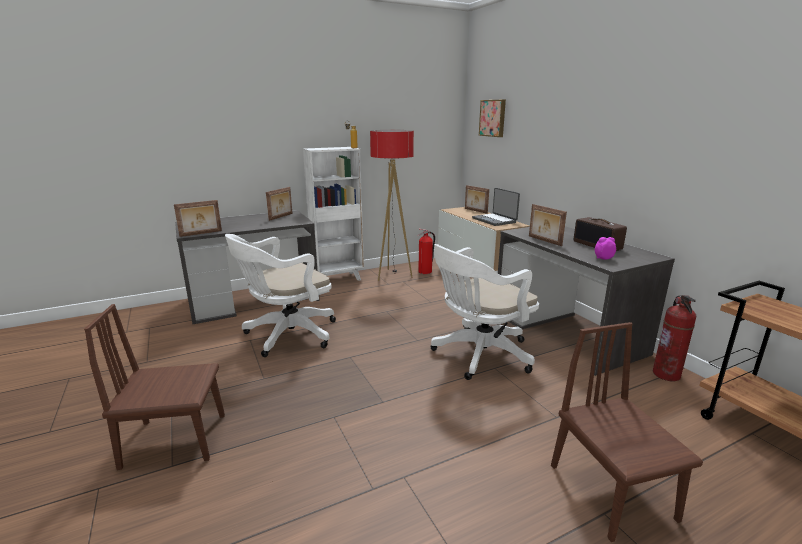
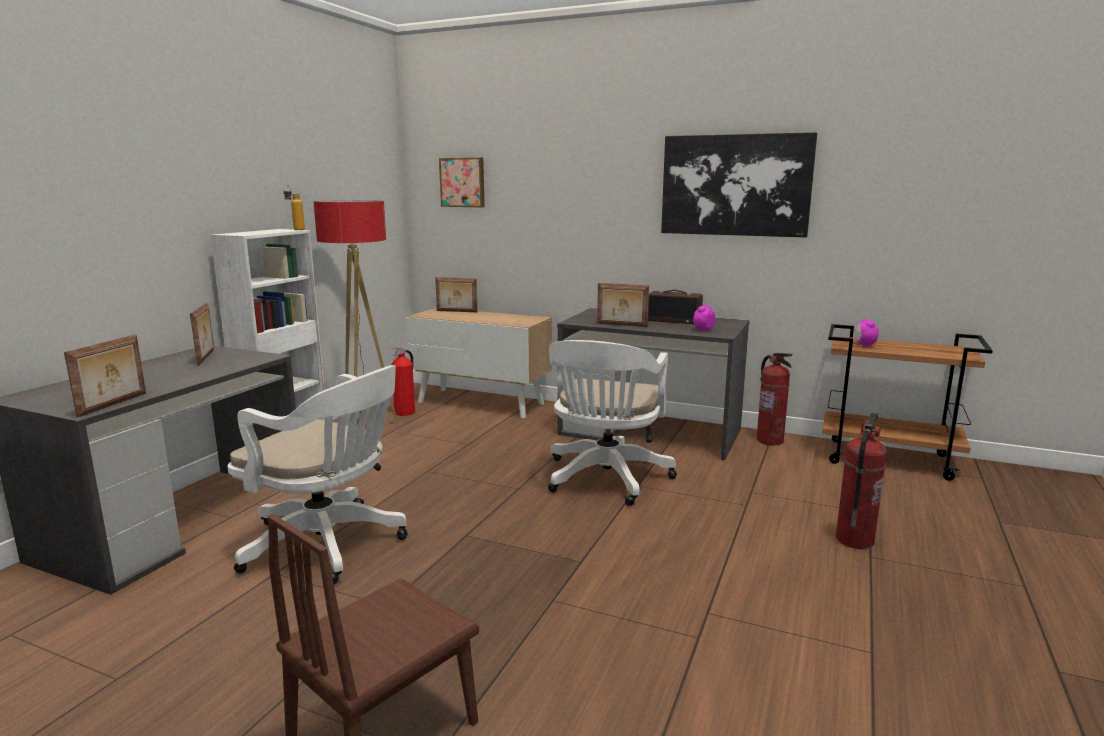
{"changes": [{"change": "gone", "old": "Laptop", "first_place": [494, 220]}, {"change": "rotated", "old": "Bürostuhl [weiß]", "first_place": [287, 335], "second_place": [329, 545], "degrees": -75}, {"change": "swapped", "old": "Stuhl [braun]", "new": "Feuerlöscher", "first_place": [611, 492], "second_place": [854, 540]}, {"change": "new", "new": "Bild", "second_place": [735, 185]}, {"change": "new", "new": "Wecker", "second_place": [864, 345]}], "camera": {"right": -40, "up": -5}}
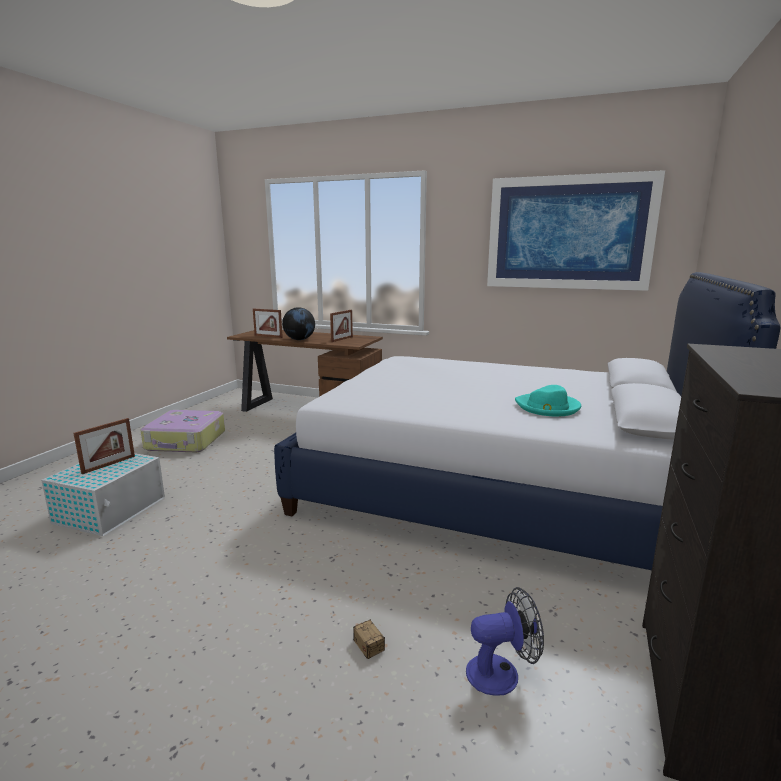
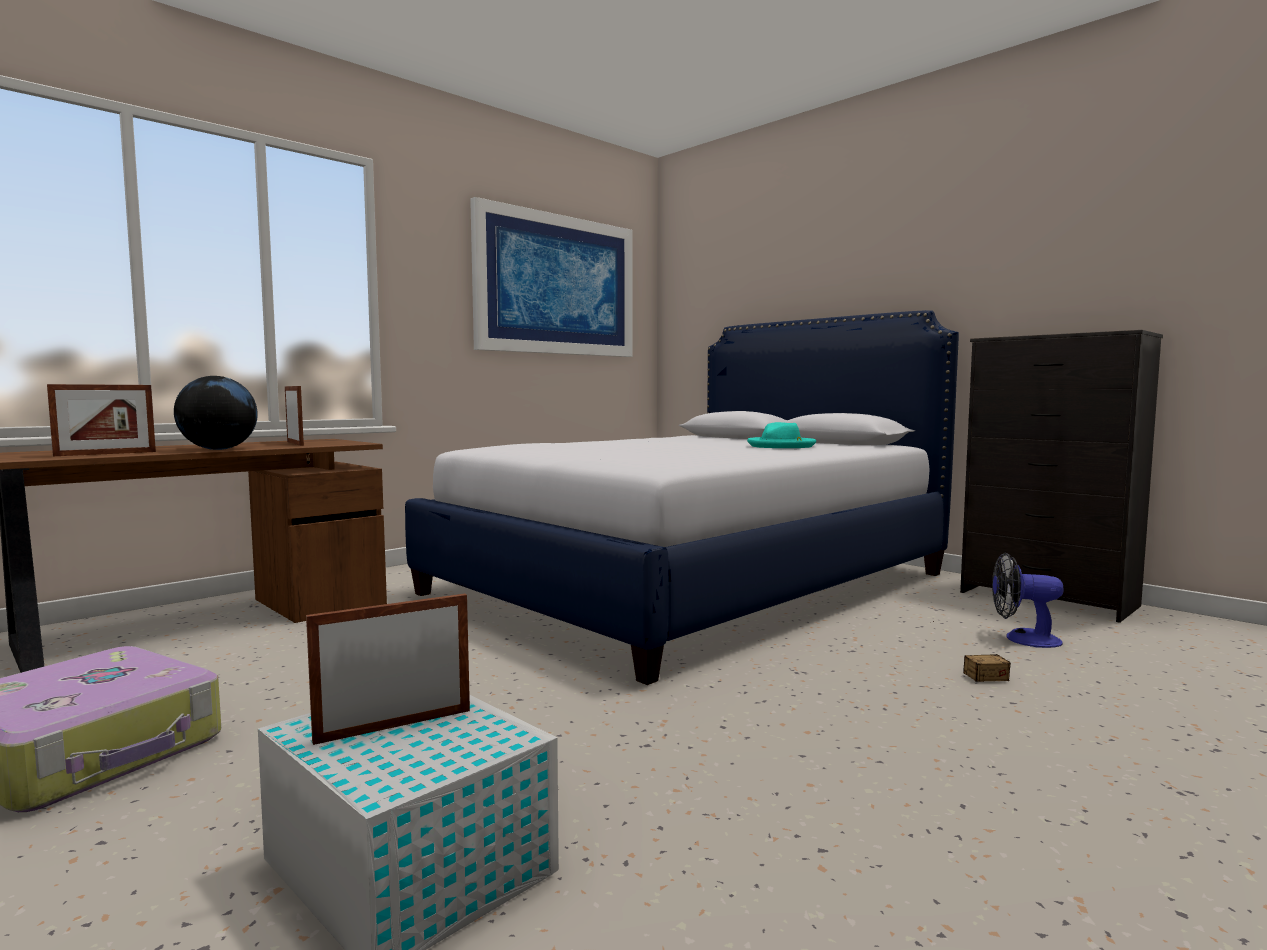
{"changes": [{"change": "rotated", "old": "Bilderrahmen", "first_place": [109, 464], "second_place": [394, 725], "degrees": -90}, {"change": "rotated", "old": "Ventilator", "first_place": [501, 672], "second_place": [1023, 639], "degrees": -90}], "camera": {"right": -65, "up": -10}}
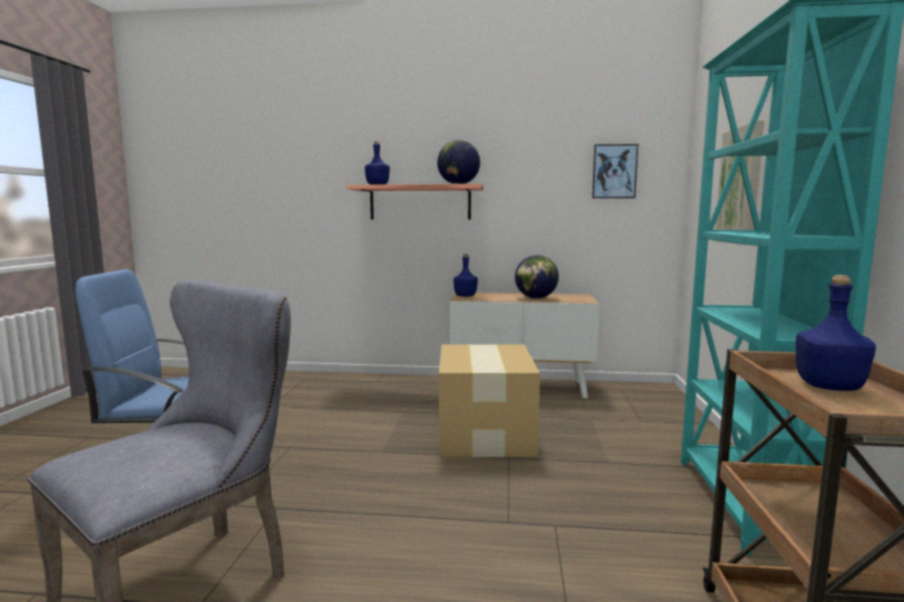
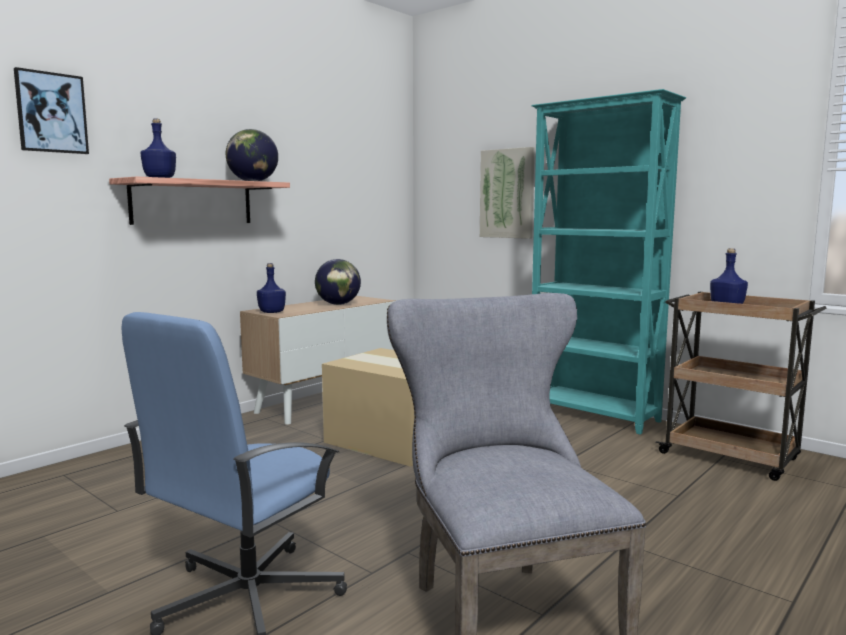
{"changes": [{"change": "shifted", "old": "Bild", "first_place": [614, 171], "second_place": [51, 113]}], "camera": {"right": -55, "up": 0}}
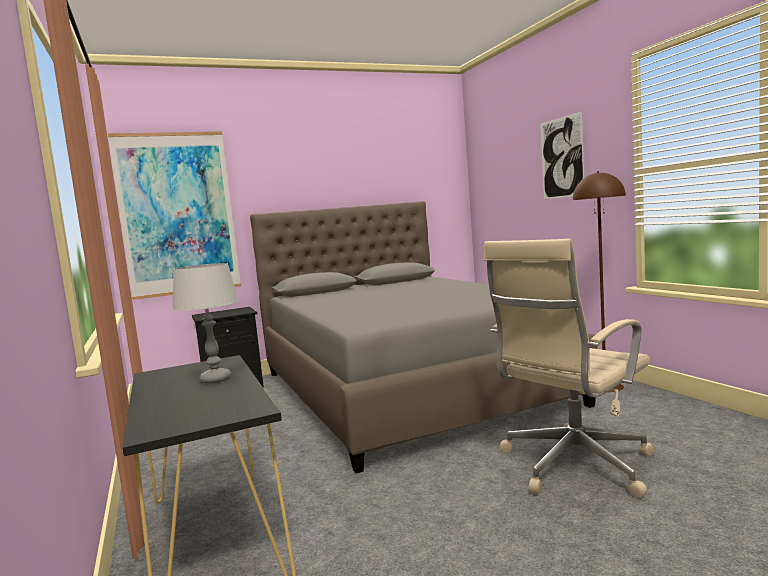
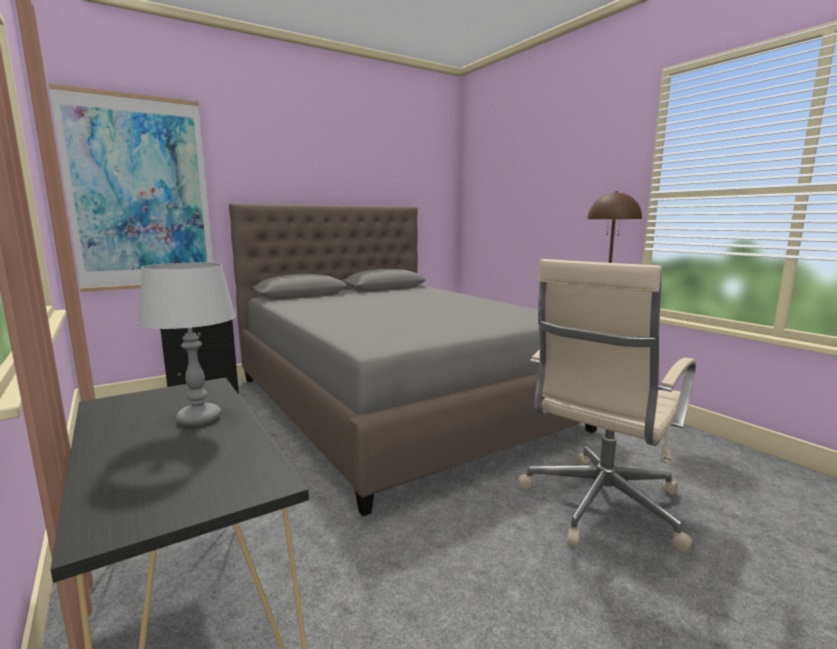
{"changes": [{"change": "gone", "old": "Bild", "first_place": [562, 157]}], "camera": {"right": -10, "up": 5}}
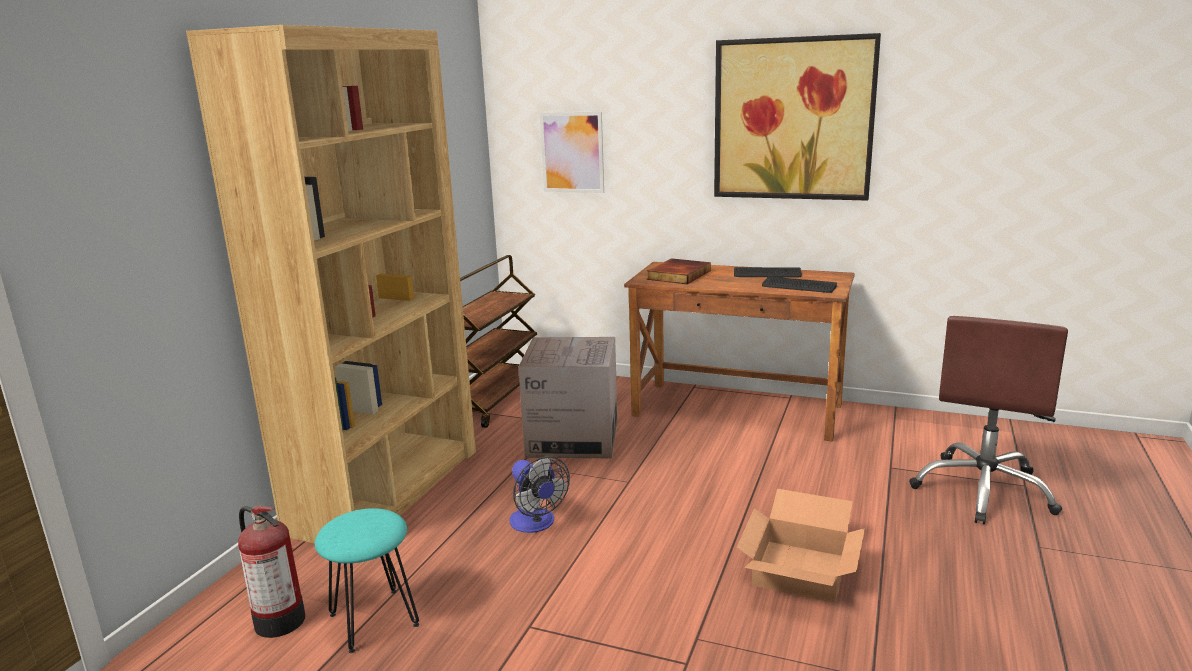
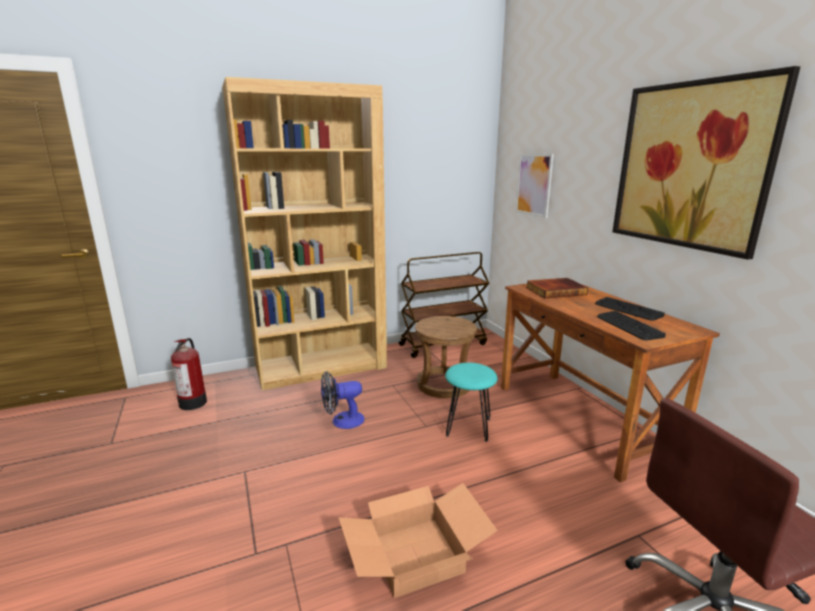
{"changes": [{"change": "swapped", "old": "Karton", "new": "Hocker [braun]", "first_place": [573, 438], "second_place": [444, 384]}, {"change": "rotated", "old": "Ventilator", "first_place": [536, 524], "second_place": [342, 421], "degrees": 60}, {"change": "shifted", "old": "Hocker [türkis]", "first_place": [373, 620], "second_place": [468, 427]}], "camera": {"right": 45, "up": 0}}
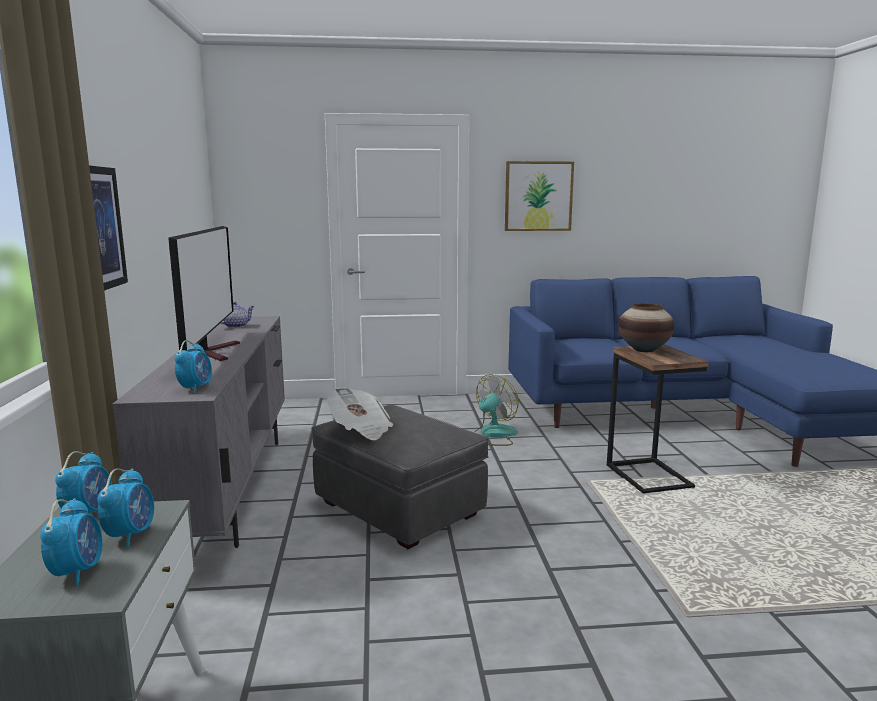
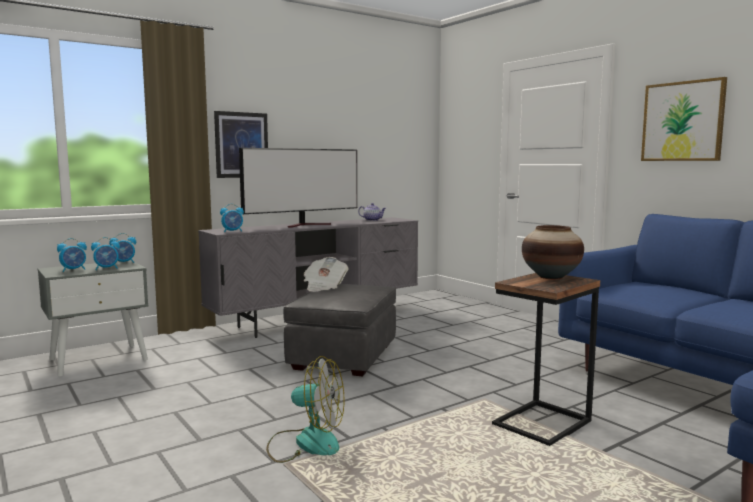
{"changes": [{"change": "shifted", "old": "Ventilator", "first_place": [493, 435], "second_place": [306, 443]}], "camera": {"right": 60, "up": -5}}
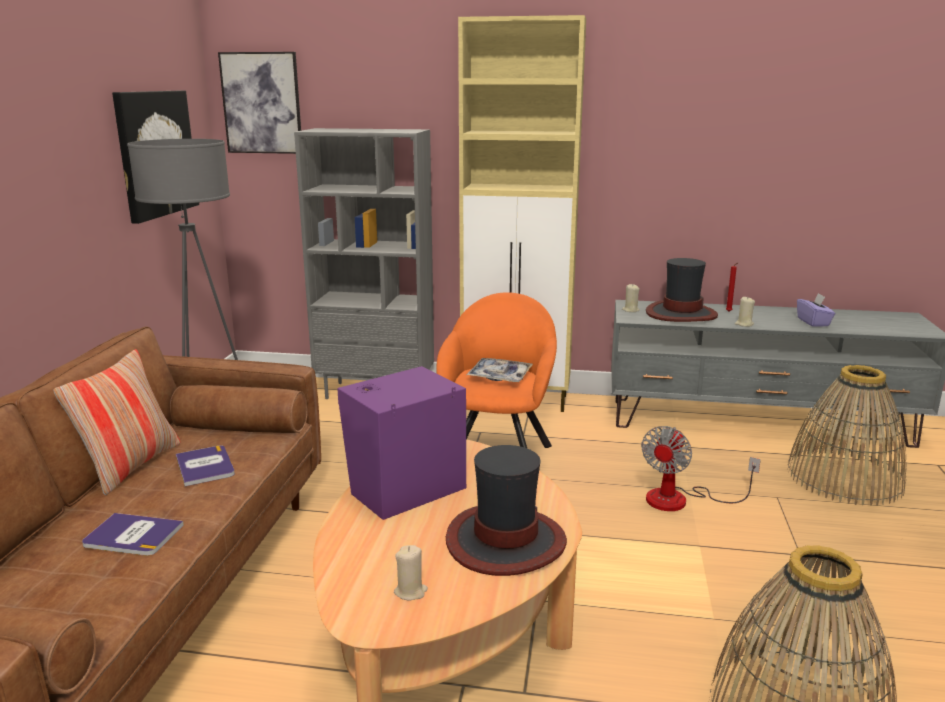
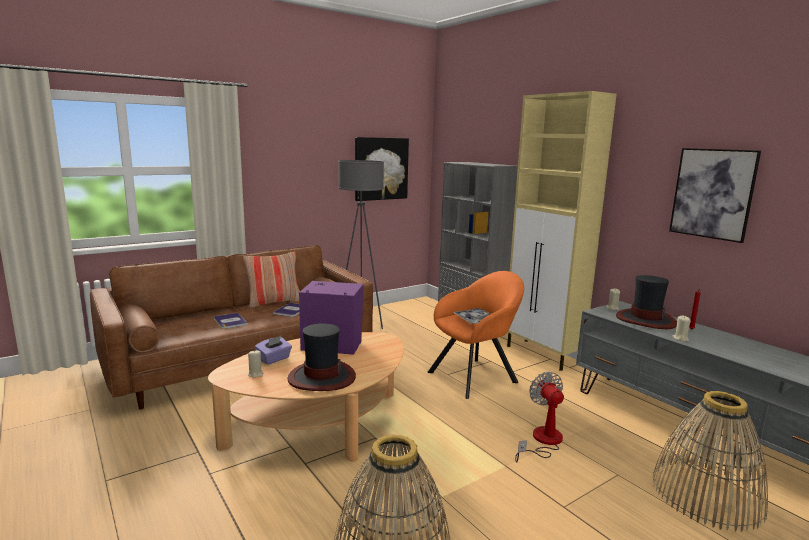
{"changes": [{"change": "shifted", "old": "Bild", "first_place": [262, 103], "second_place": [712, 193]}, {"change": "shifted", "old": "Taschentuchbox [lila]", "first_place": [813, 322], "second_place": [274, 359]}, {"change": "rotated", "old": "Ventilator", "first_place": [680, 500], "second_place": [542, 441], "degrees": 90}], "camera": {"right": 45, "up": -5}}
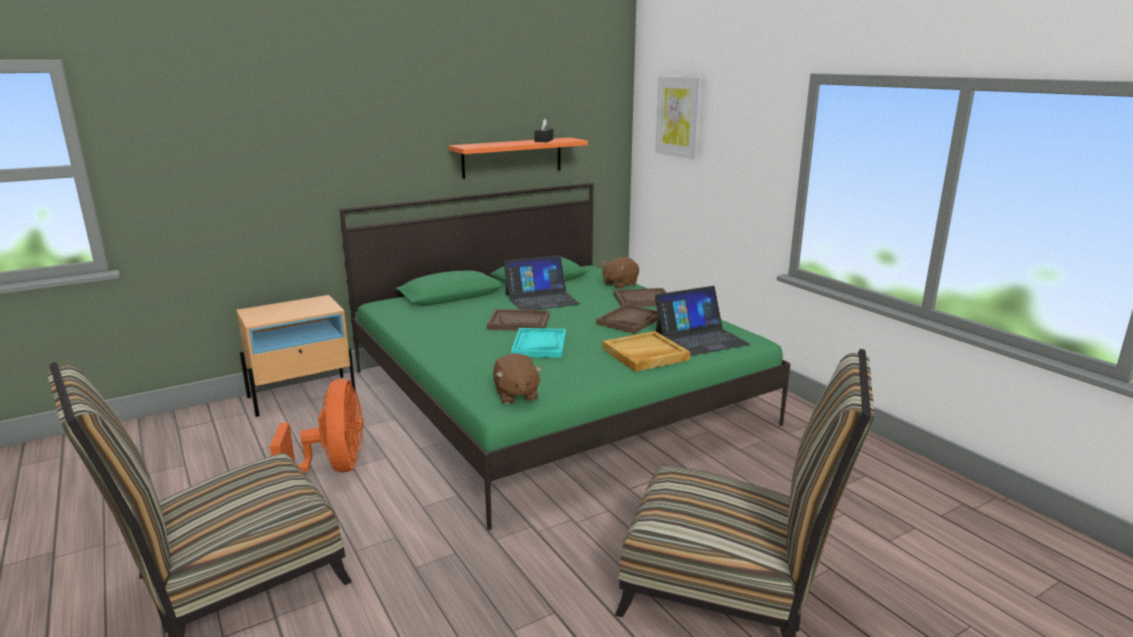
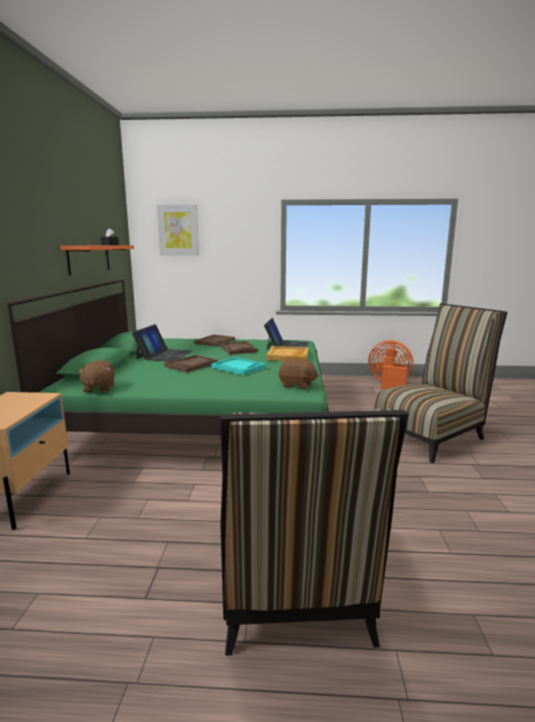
{"changes": [{"change": "shifted", "old": "Plüschtier [braun]", "first_place": [619, 284], "second_place": [98, 388]}, {"change": "shifted", "old": "Ventilator [orange]", "first_place": [334, 468], "second_place": [389, 384]}], "camera": {"right": -55, "up": -5}}
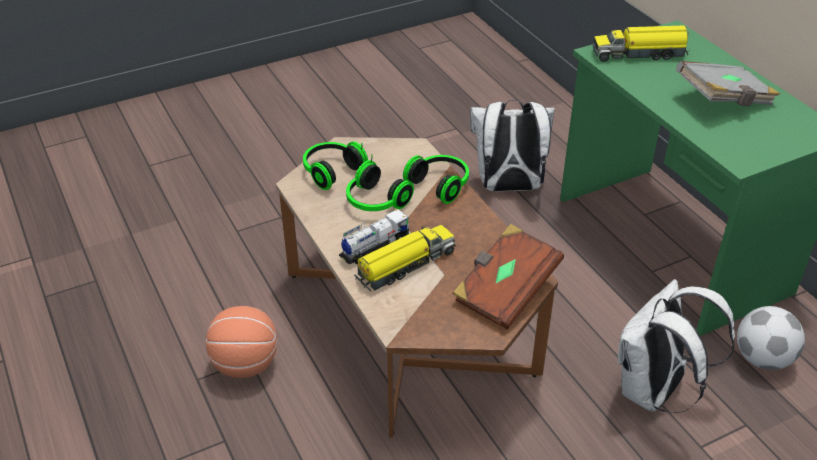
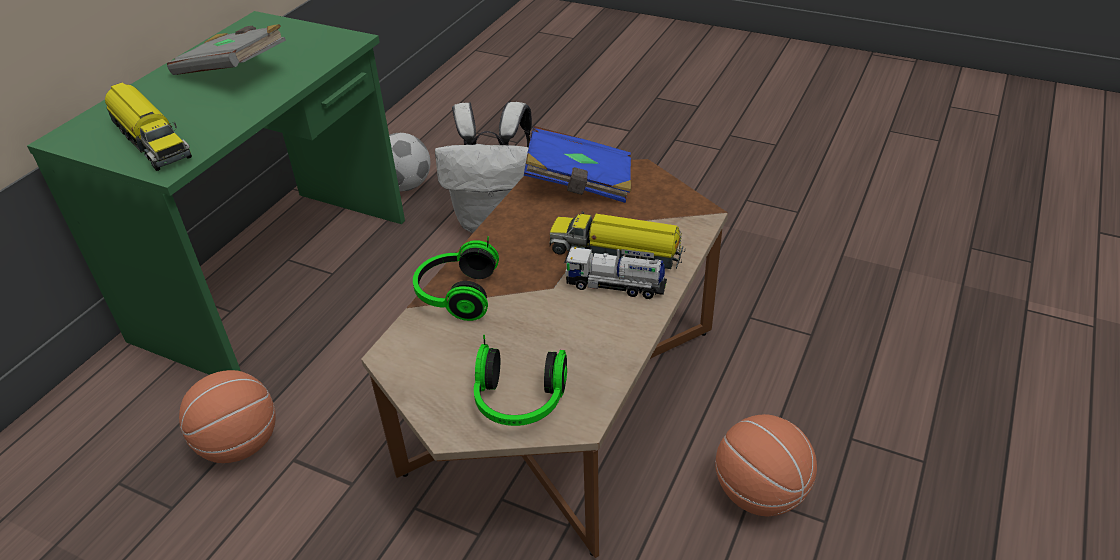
{"changes": [{"change": "swapped", "old": "Rucksack [weiß]", "new": "Basketball", "first_place": [508, 187], "second_place": [240, 444]}, {"change": "gone", "old": "Kopfhörer", "first_place": [375, 202]}, {"change": "repainted", "old": "Buch [braun]", "new": "Buch [blau]", "first_place": [505, 291], "second_place": [579, 184]}], "camera": {"right": -125, "up": 0}}
